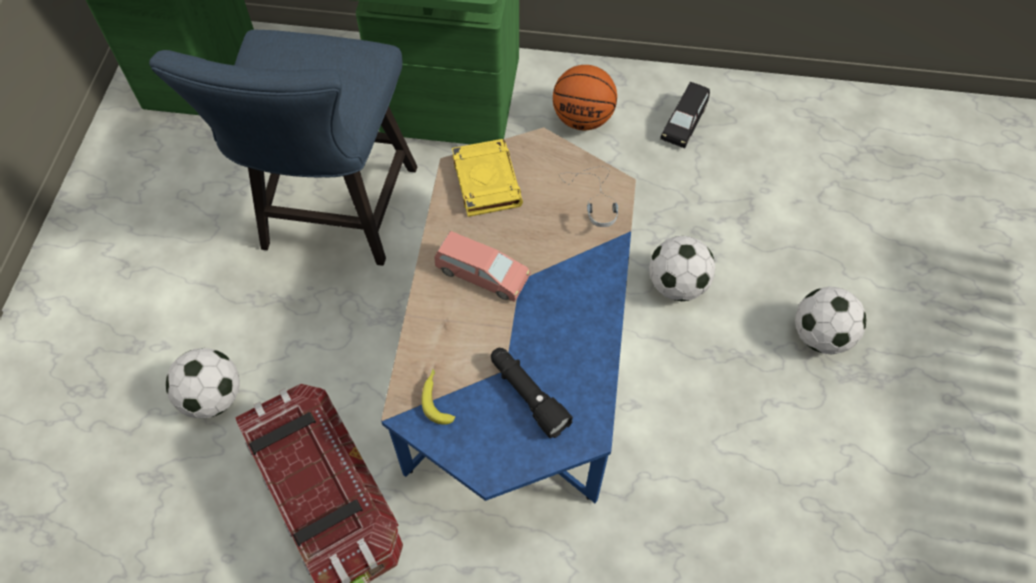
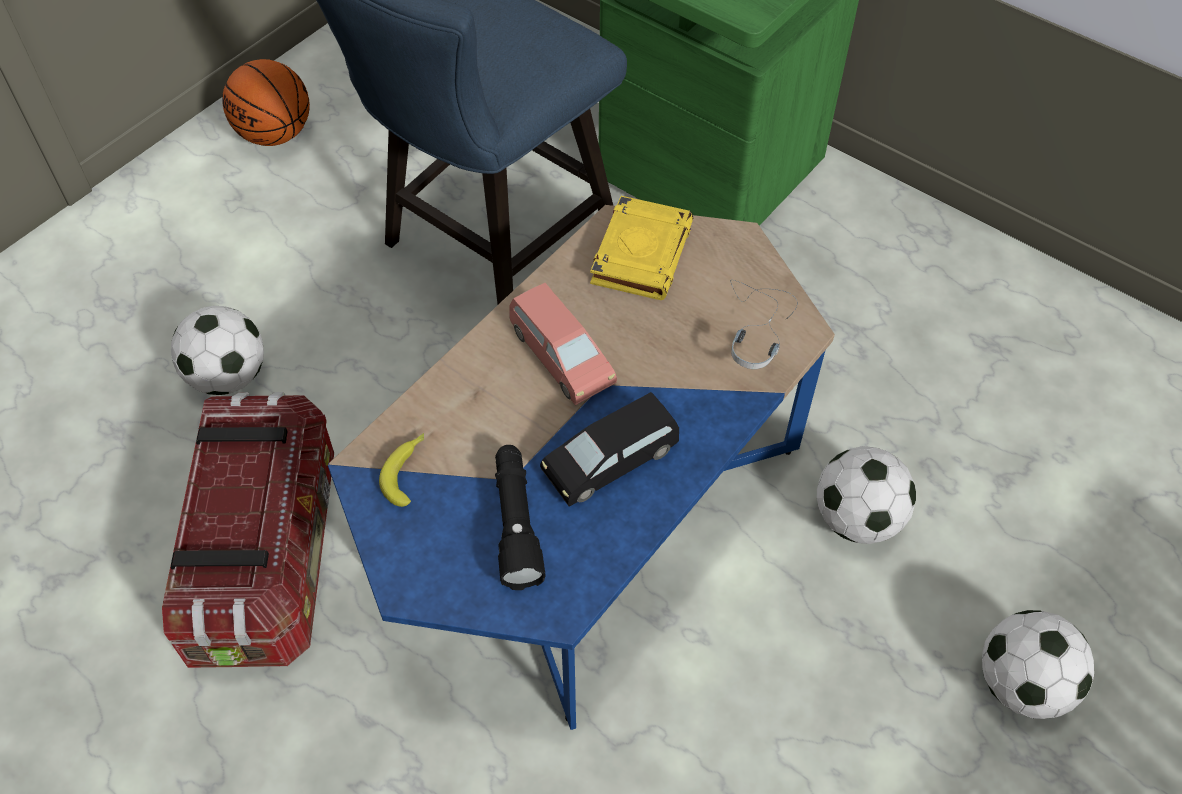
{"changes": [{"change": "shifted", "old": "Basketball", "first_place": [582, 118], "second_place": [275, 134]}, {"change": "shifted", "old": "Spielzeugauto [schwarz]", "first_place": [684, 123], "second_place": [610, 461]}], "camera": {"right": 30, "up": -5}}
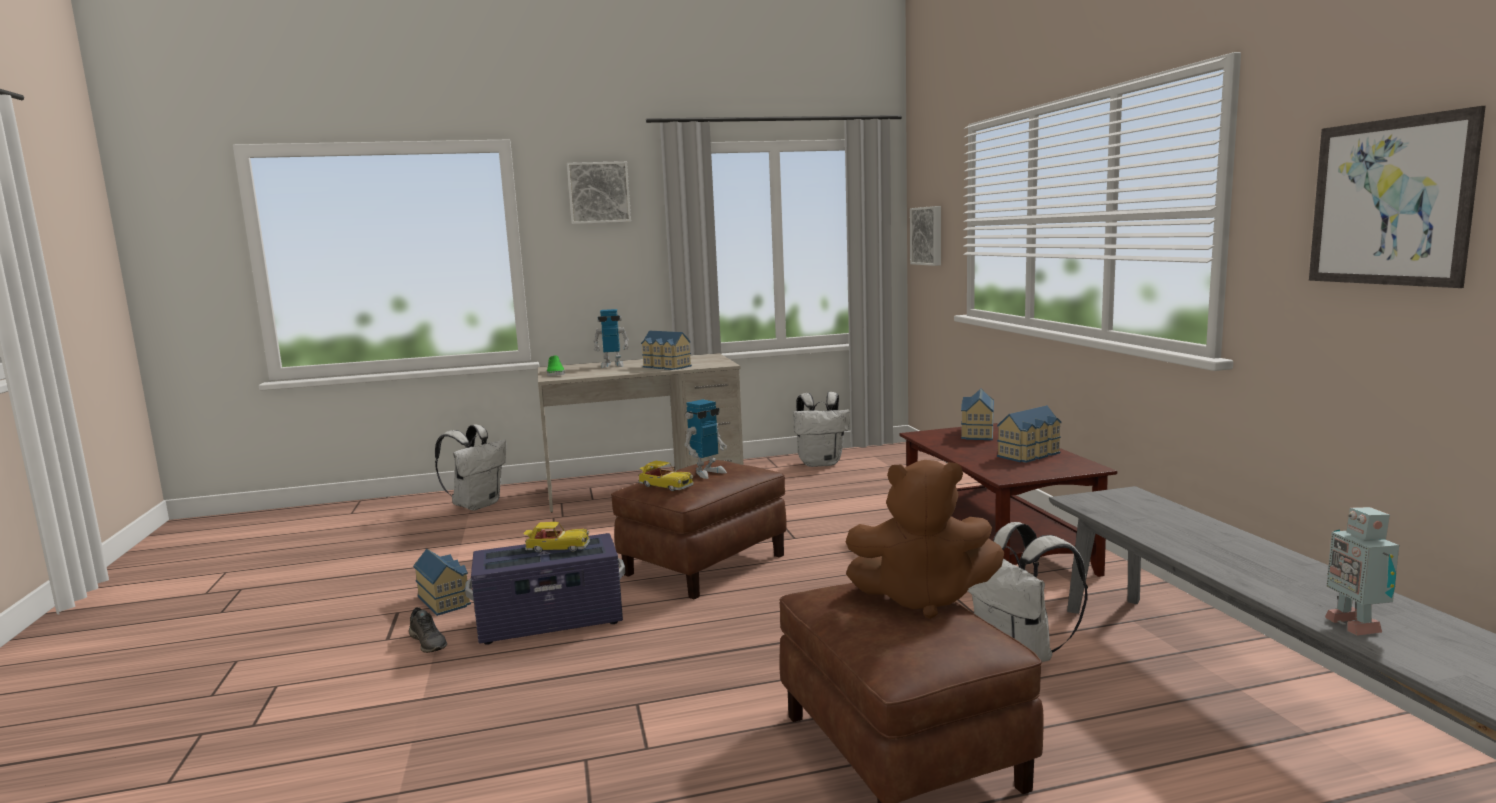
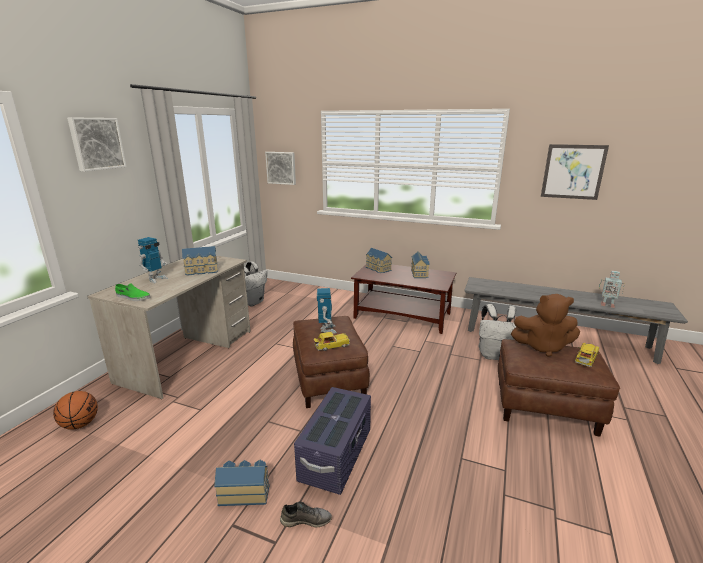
{"changes": [{"change": "swapped", "old": "Rucksack [weiß]", "new": "Basketball", "first_place": [477, 505], "second_place": [80, 424]}, {"change": "rotated", "old": "Plüschtier [braun]", "first_place": [922, 598], "second_place": [543, 347], "degrees": 60}, {"change": "shifted", "old": "Spielzeugauto", "first_place": [557, 548], "second_place": [586, 359]}], "camera": {"right": -55, "up": 10}}
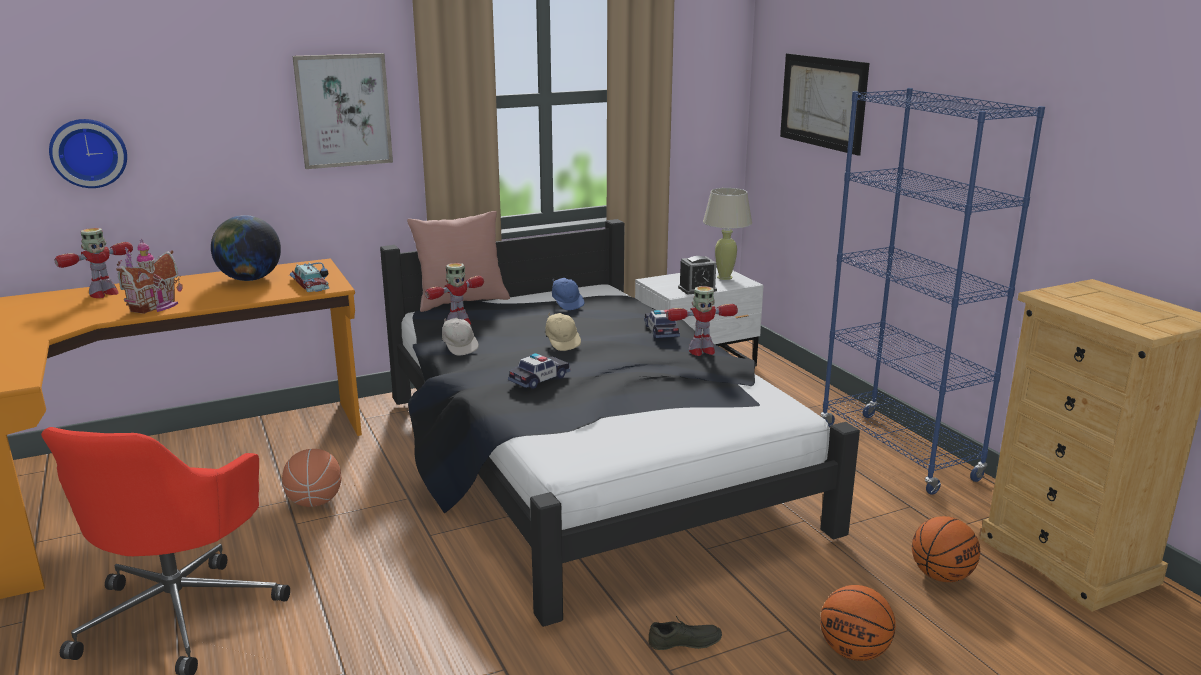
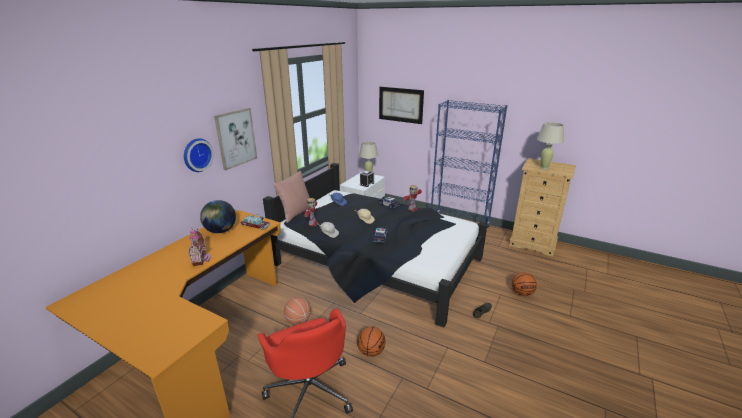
{"changes": [{"change": "shifted", "old": "Wanduhr", "first_place": [88, 153], "second_place": [196, 154]}, {"change": "gone", "old": "Spielzeugroboter", "first_place": [103, 294]}, {"change": "shifted", "old": "Basketball", "first_place": [941, 576], "second_place": [371, 351]}, {"change": "new", "new": "Tischlampe [beige]", "second_place": [544, 168]}], "camera": {"right": -35, "up": 5}}
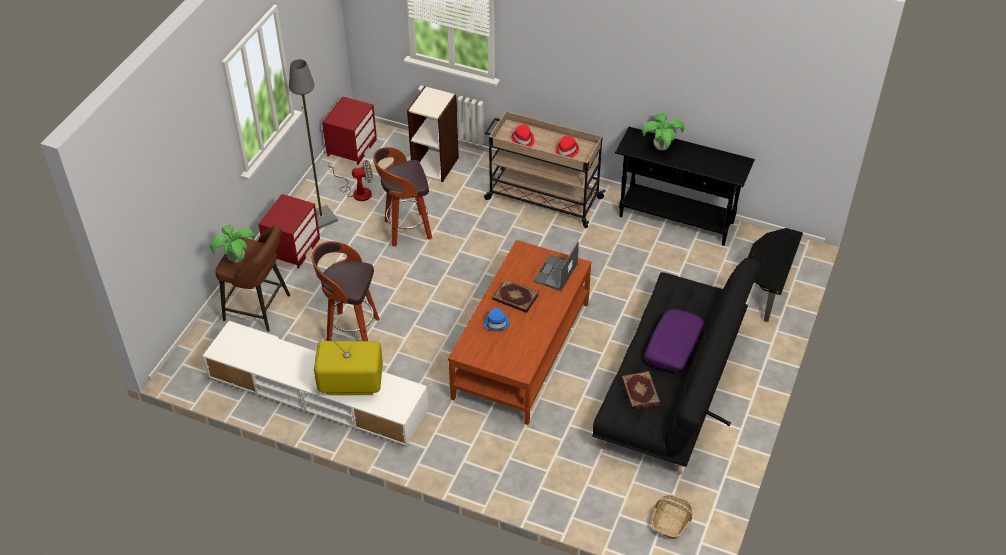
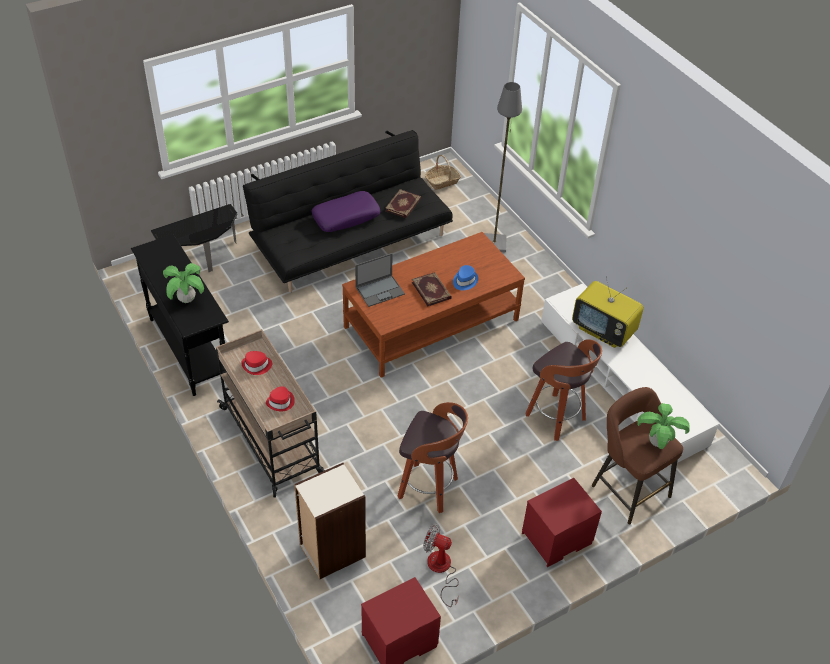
{"changes": [{"change": "shifted", "old": "Stehlampe [grau]", "first_place": [321, 219], "second_place": [494, 243]}], "camera": {"right": -145, "up": 0}}
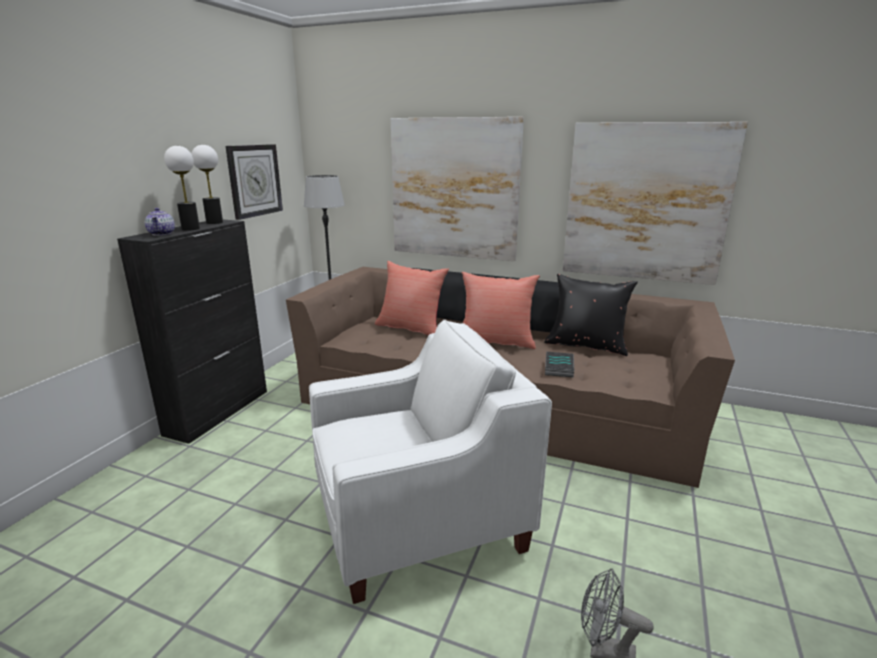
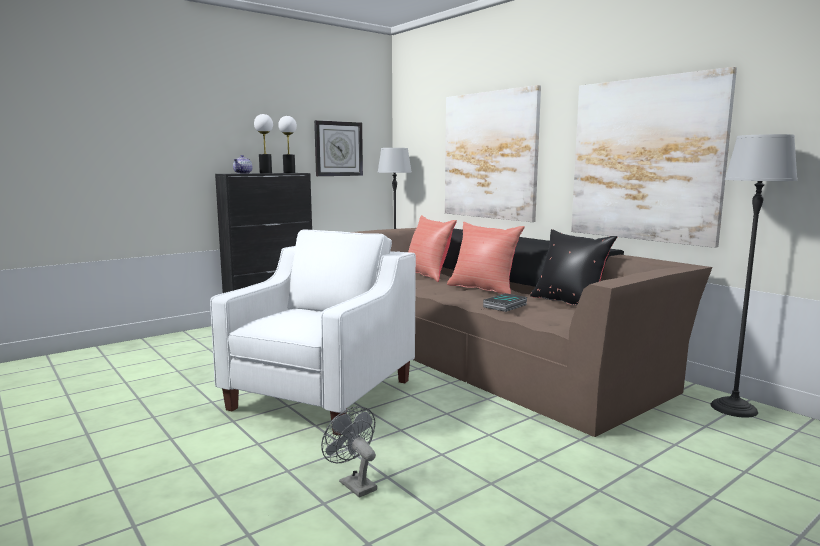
{"changes": [{"change": "rotated", "old": "Sessel [weiß]", "first_place": [419, 521], "second_place": [323, 394], "degrees": -75}, {"change": "new", "new": "Stehlampe", "second_place": [734, 408]}], "camera": {"right": 30, "up": -10}}
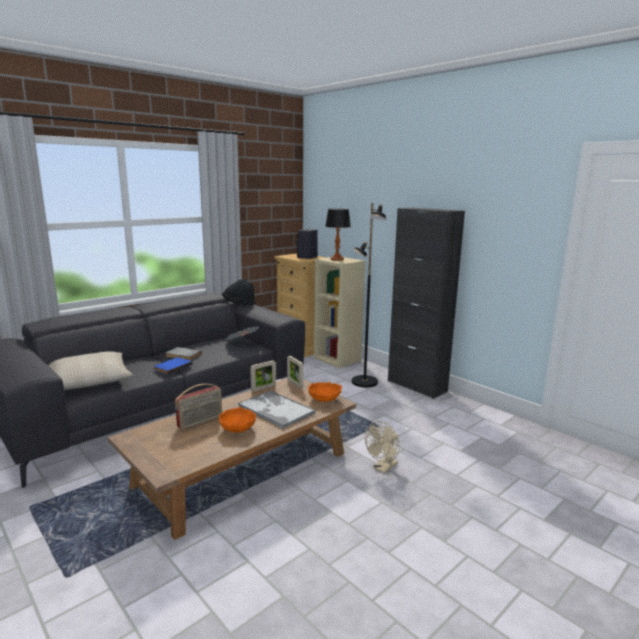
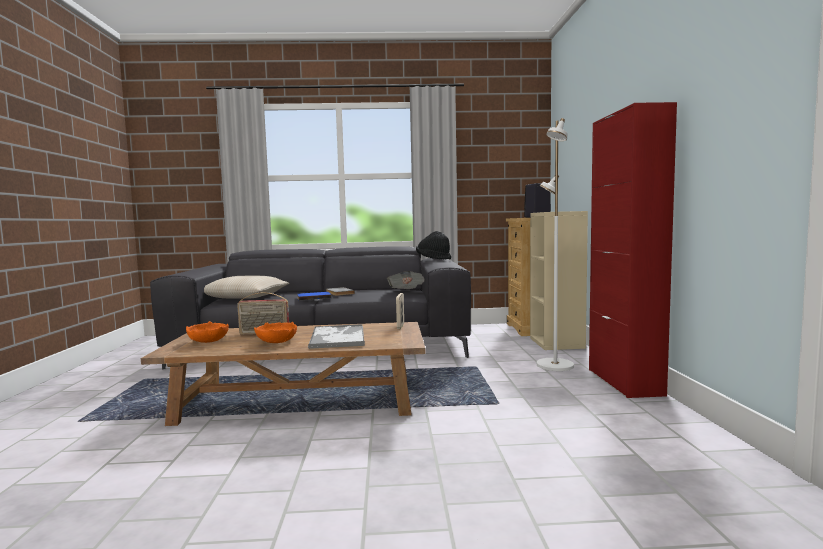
{"changes": [{"change": "repainted", "old": "Stehlampe [schwarz]", "new": "Stehlampe [weiß]", "first_place": [364, 382], "second_place": [554, 365]}, {"change": "repainted", "old": "Schrank [schwarz]", "new": "Schrank [rot]", "first_place": [417, 386], "second_place": [624, 382]}, {"change": "gone", "old": "Tischlampe", "first_place": [336, 259]}, {"change": "gone", "old": "Bilderrahmen", "first_place": [263, 388]}, {"change": "shifted", "old": "Schüssel [orange]", "first_place": [324, 399], "second_place": [208, 341]}, {"change": "gone", "old": "Ventilator [beige]", "first_place": [383, 468]}], "camera": {"right": 40, "up": -10}}
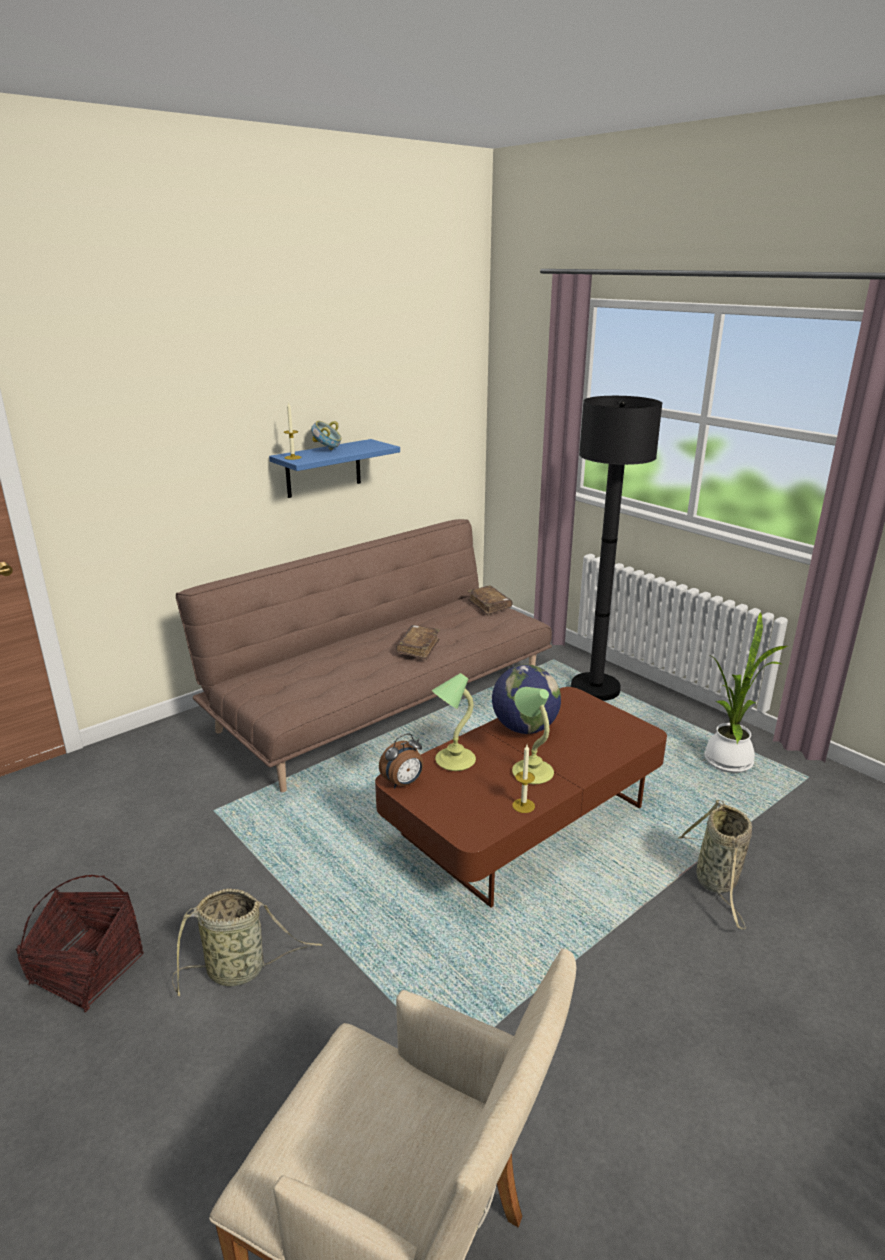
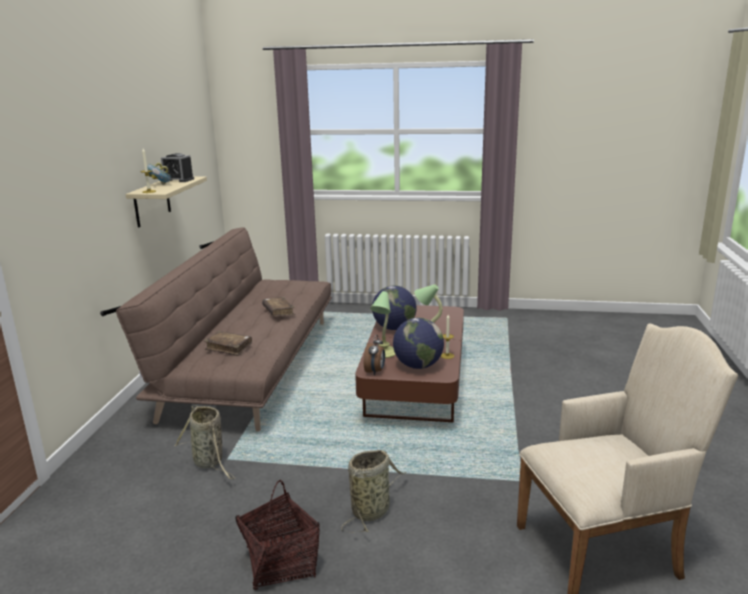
{"changes": [{"change": "gone", "old": "Stehlampe [schwarz]", "first_place": [595, 689]}, {"change": "repainted", "old": "Wandregal [blau]", "new": "Wandregal [beige]", "first_place": [323, 468], "second_place": [152, 201]}, {"change": "shifted", "old": "Buch [braun]", "first_place": [489, 605], "second_place": [229, 348]}, {"change": "gone", "old": "Topfpflanze", "first_place": [729, 759]}, {"change": "shifted", "old": "Korb", "first_place": [717, 883], "second_place": [209, 462]}, {"change": "new", "new": "Wecker", "second_place": [178, 180]}, {"change": "new", "new": "Globus", "second_place": [418, 366]}], "camera": {"right": -40, "up": -5}}
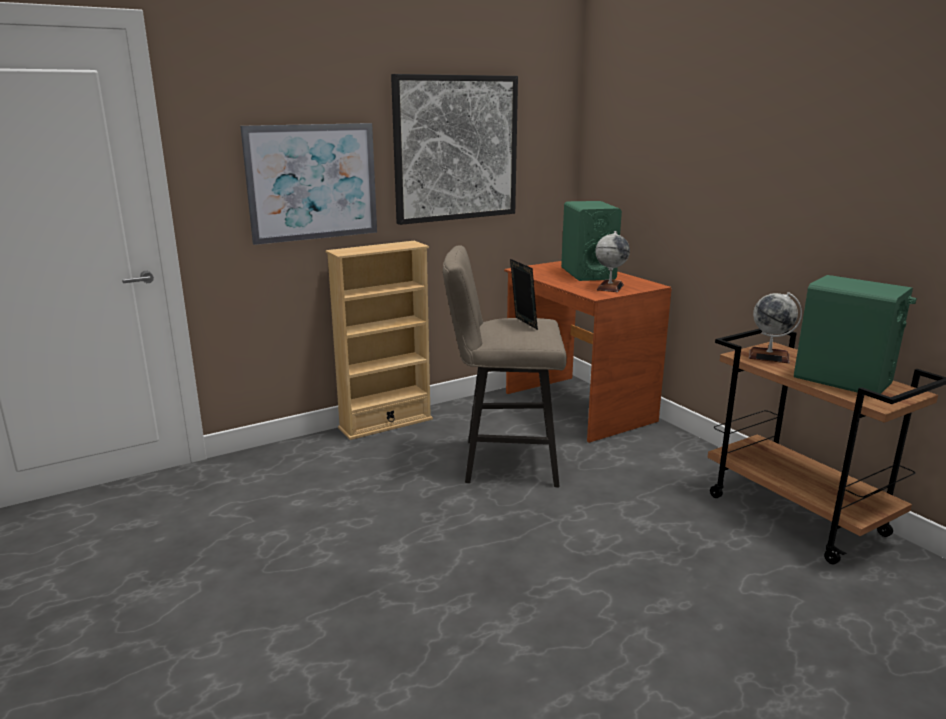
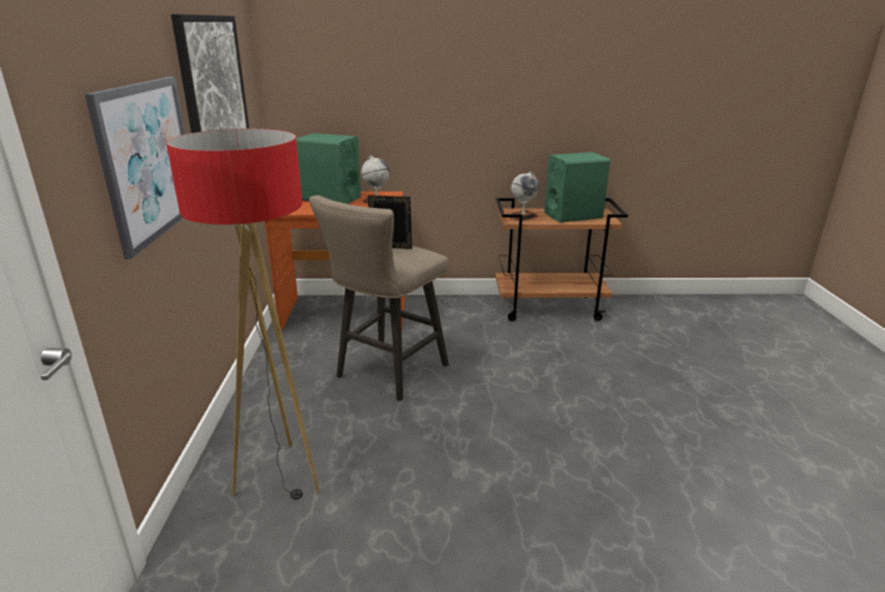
{"changes": [{"change": "gone", "old": "Bücherregal [beige]", "first_place": [385, 423]}, {"change": "new", "new": "Stehlampe", "second_place": [281, 476]}], "camera": {"right": -60, "up": 5}}
